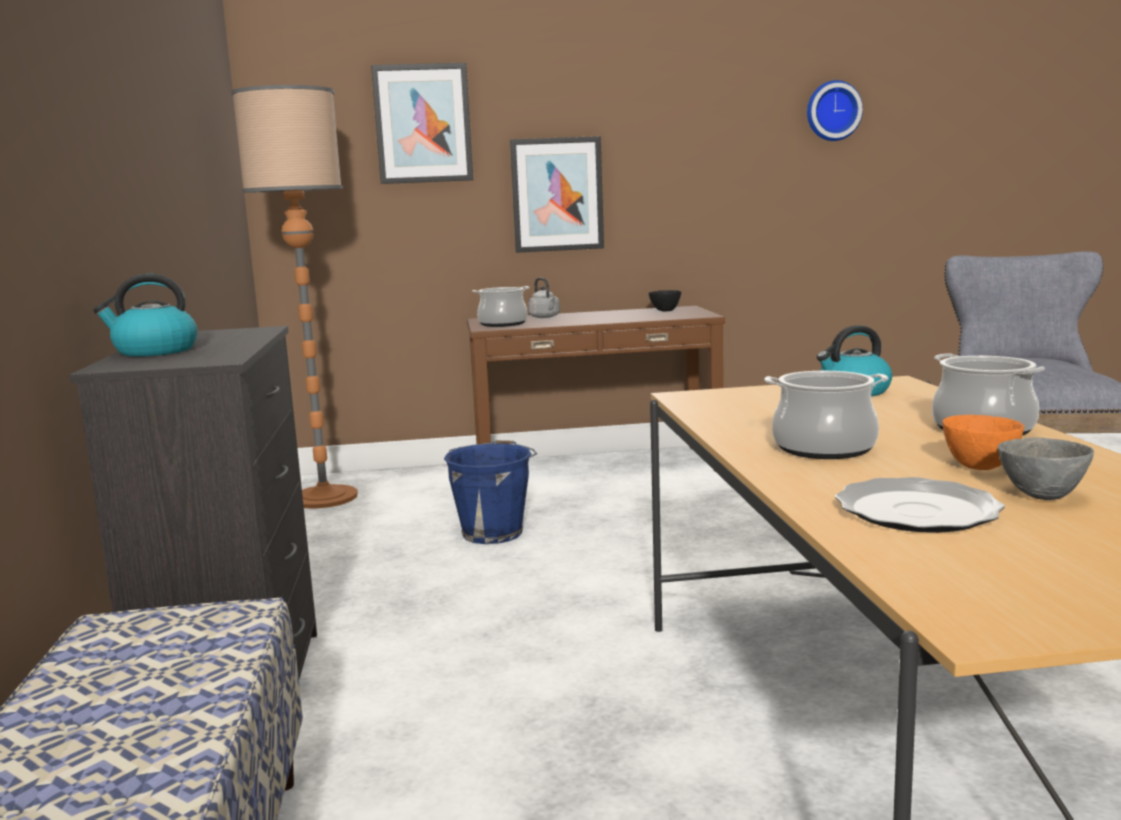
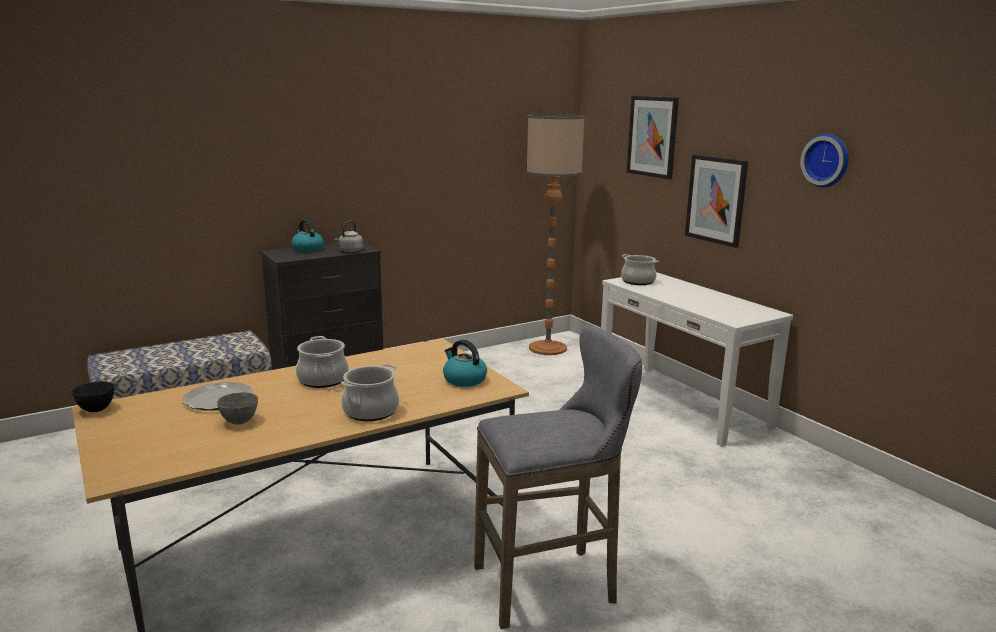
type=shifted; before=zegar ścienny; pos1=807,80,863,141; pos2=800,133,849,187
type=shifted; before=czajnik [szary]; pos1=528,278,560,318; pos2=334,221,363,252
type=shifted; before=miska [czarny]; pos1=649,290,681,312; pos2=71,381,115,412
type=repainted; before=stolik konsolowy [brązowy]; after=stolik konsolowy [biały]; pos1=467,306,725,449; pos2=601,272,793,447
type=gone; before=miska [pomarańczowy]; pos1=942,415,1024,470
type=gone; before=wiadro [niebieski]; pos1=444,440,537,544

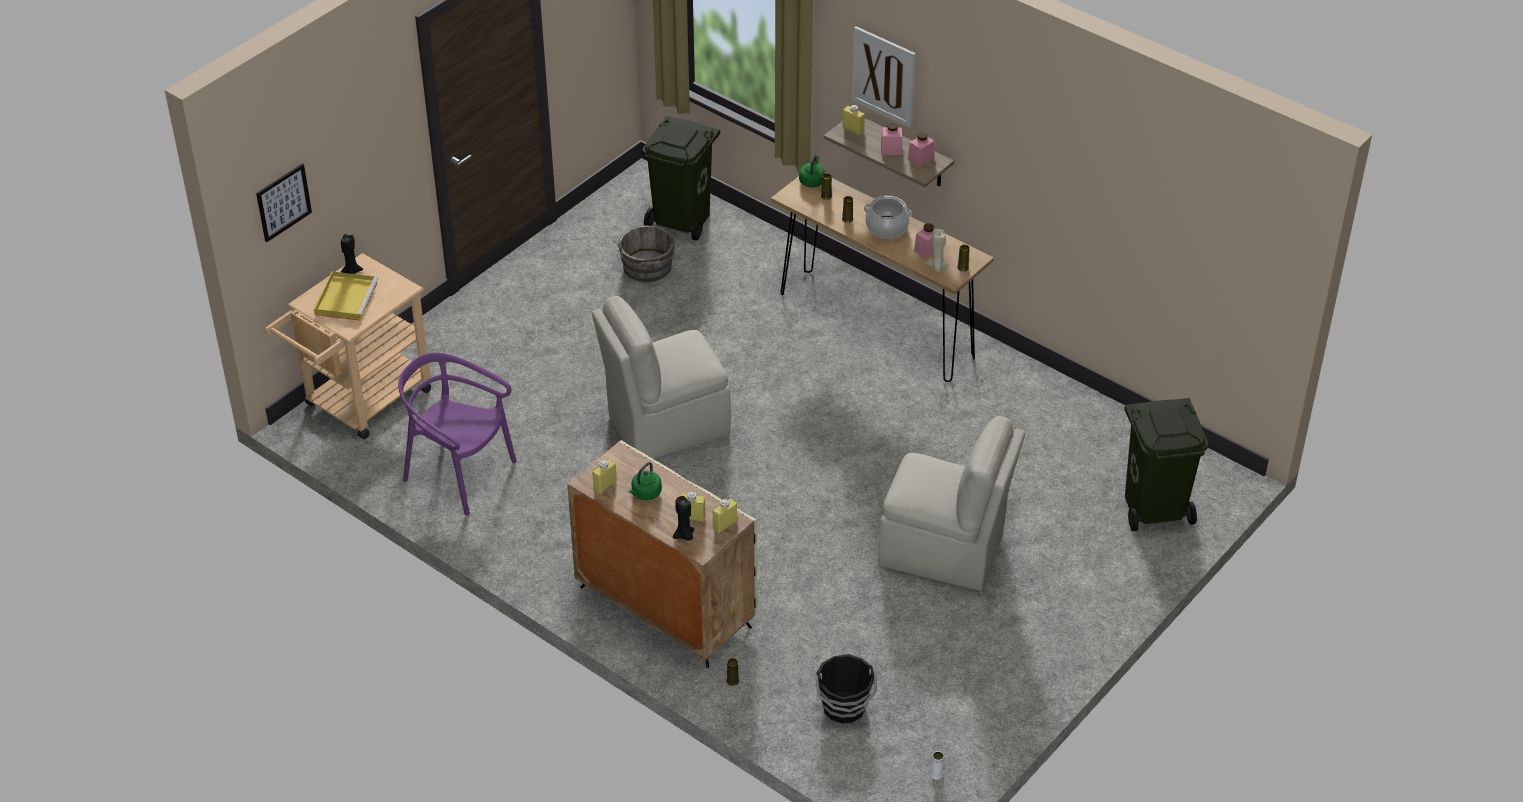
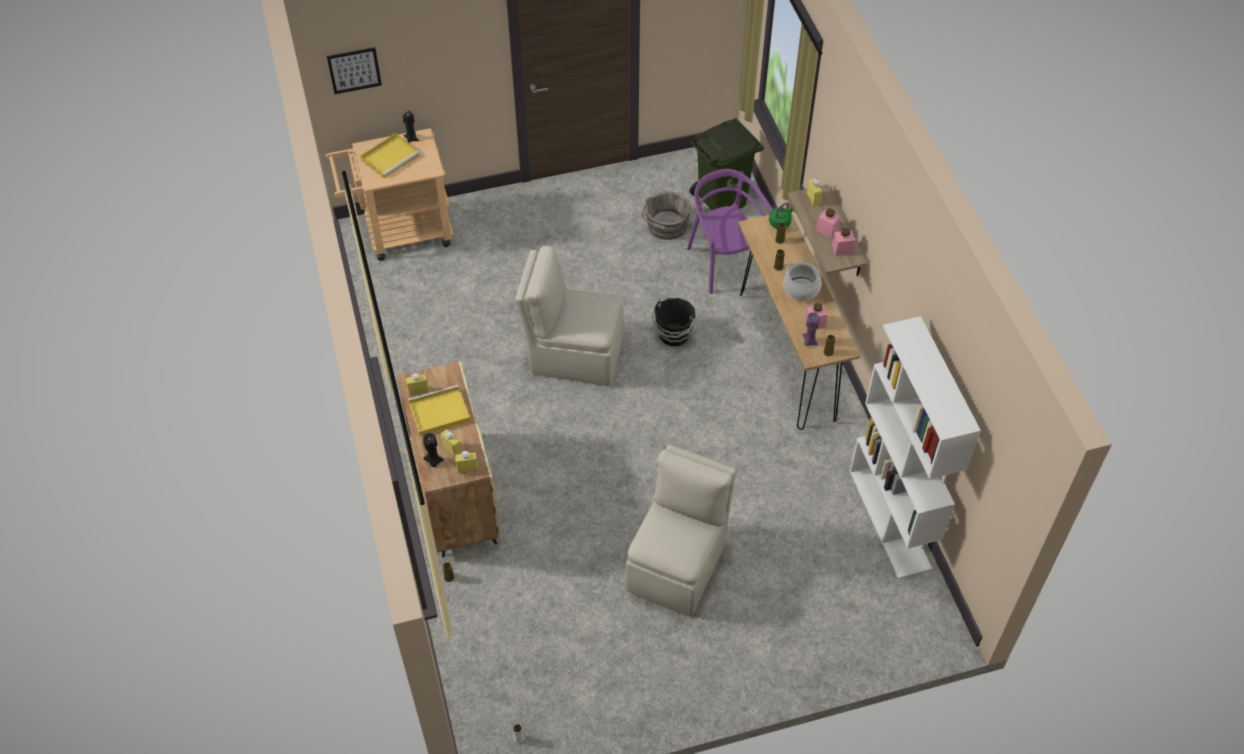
type=gone; before=obraz; pos1=852,26,916,128
type=repainted; before=świeca [beżowy]; after=świeca [fioletowy]; pos1=926,229,948,272; pos2=803,312,820,346
type=shifted; before=krzesło [fioletowy]; pos1=398,353,517,516; pos2=687,169,773,294
type=gone; before=kosz na śmieci [zielony]; pos1=1124,398,1208,531
type=rotated; before=krzesło [beżowy]; pos1=879,416,1025,591; pos2=626,444,736,616; turn=-120
type=swapped; before=czajnik [zielony]; after=taca [żółty]; pos1=629,462,662,500; pos2=408,385,471,436
type=shifted; before=wiadro [czarny]; pos1=816,654,877,723; pos2=651,298,696,346
type=new; after=regał [biały]; pos2=849,316,981,579

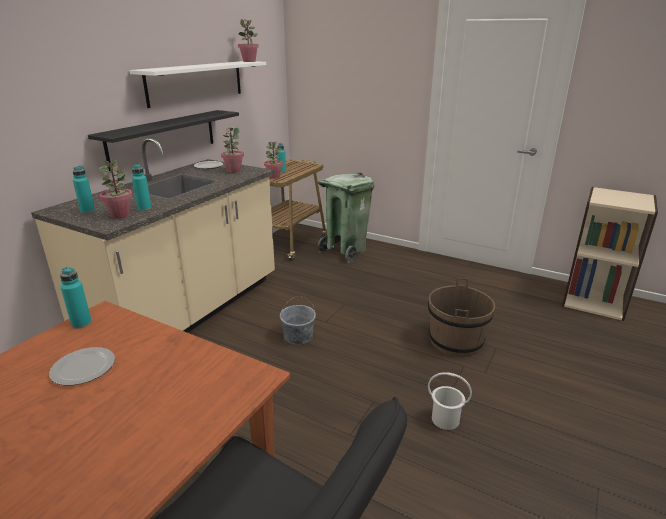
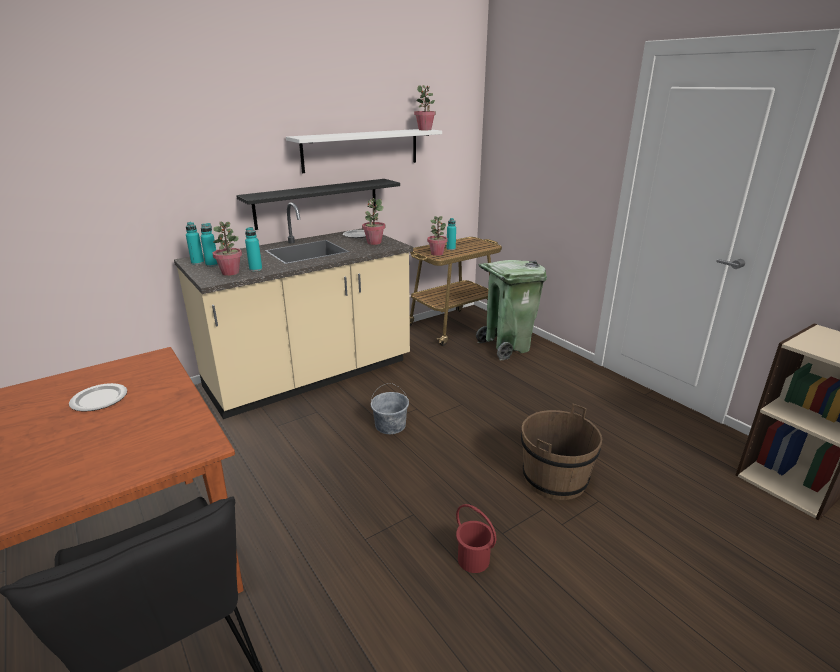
type=shifted; before=butelka [turkusowy]; pos1=60,267,92,329; pos2=186,222,204,265
type=repainted; before=wiadro [biały]; after=wiadro [czerwony]; pos1=428,372,472,430; pos2=456,504,496,573

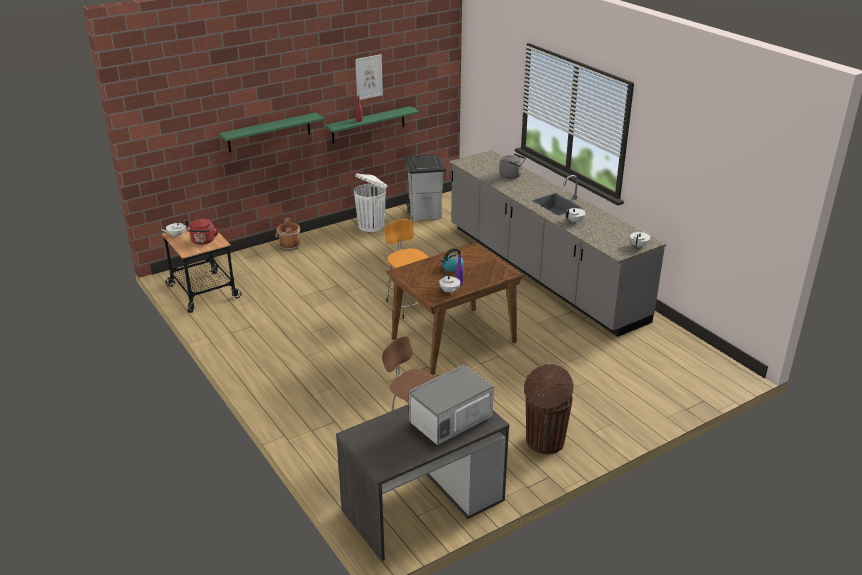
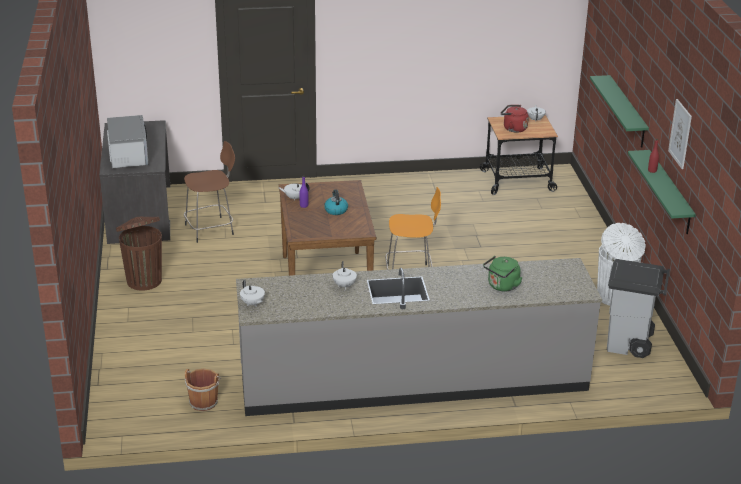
type=repainted; before=czajnik [szary]; after=czajnik [zielony]; pos1=499,153,526,179; pos2=483,256,522,292
type=shifted; before=wiadro [brązowy]; pos1=275,218,300,251; pos2=185,368,221,411

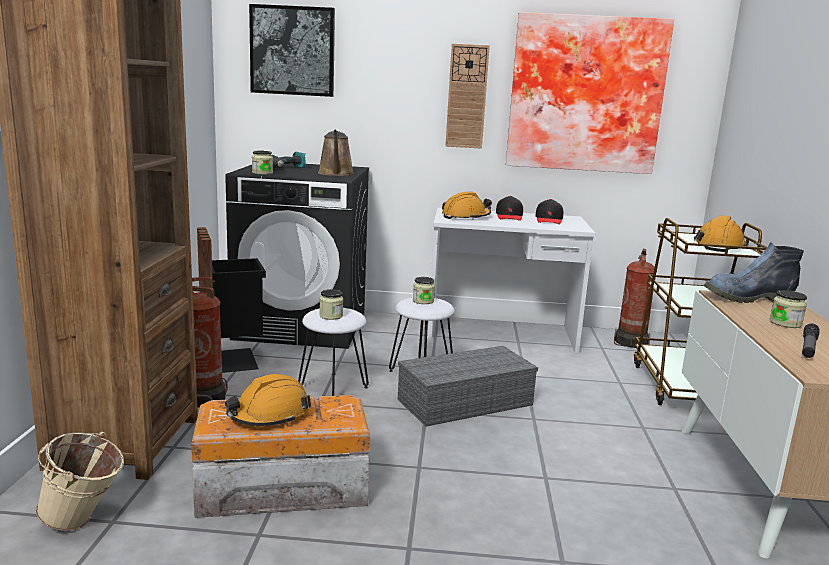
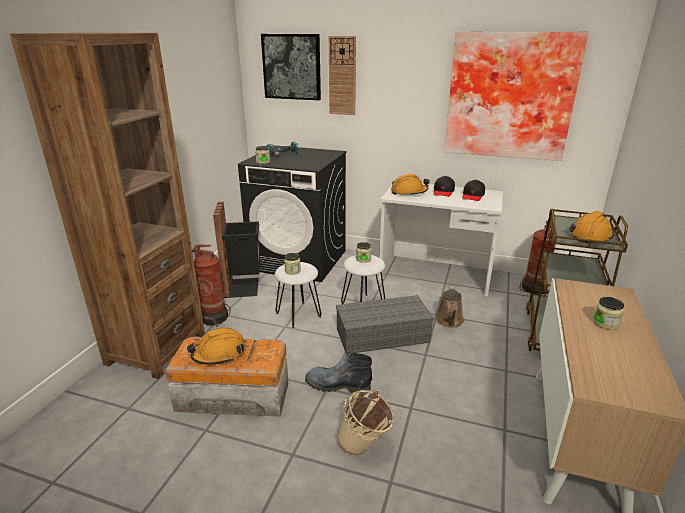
type=shifted; before=zegar ścienny; pos1=445,44,490,149; pos2=329,36,356,115
type=shifted; before=konewka [brązowy]; pos1=318,130,354,176; pos2=435,286,464,328
type=shifted; before=but z cholewką; pos1=703,242,804,303; pos2=305,352,372,393
type=gone; before=latarka; pos1=802,324,820,358
type=shifted; before=wiadro [beżowy]; pos1=36,432,124,531; pos2=337,390,394,455

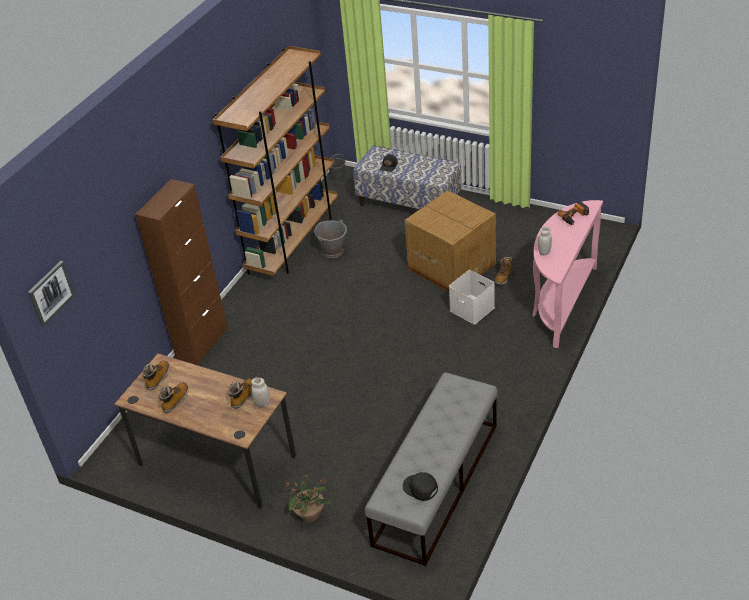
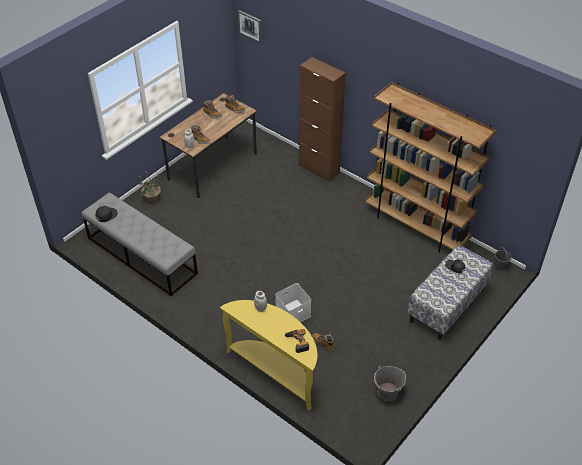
type=gone; before=karton; pos1=404,190,496,292
type=repainted; before=stolik konsolowy [różowy]; after=stolik konsolowy [żółty]; pos1=533,200,603,348; pos2=220,300,317,411
type=shifted; before=wiadro [szary]; pos1=315,219,347,258; pos2=374,366,406,401

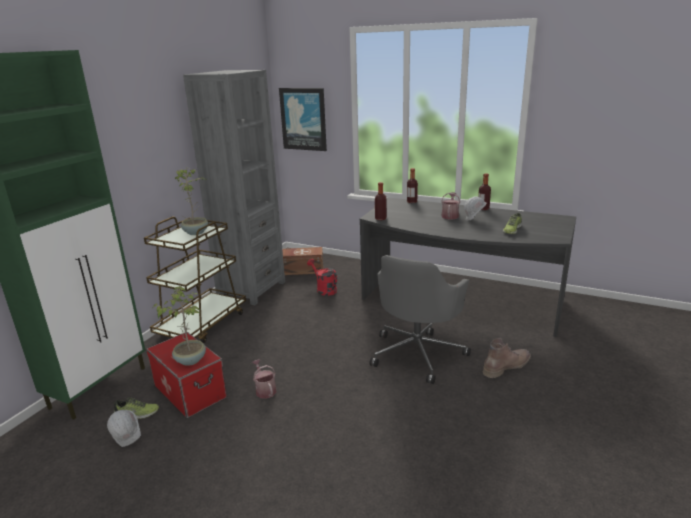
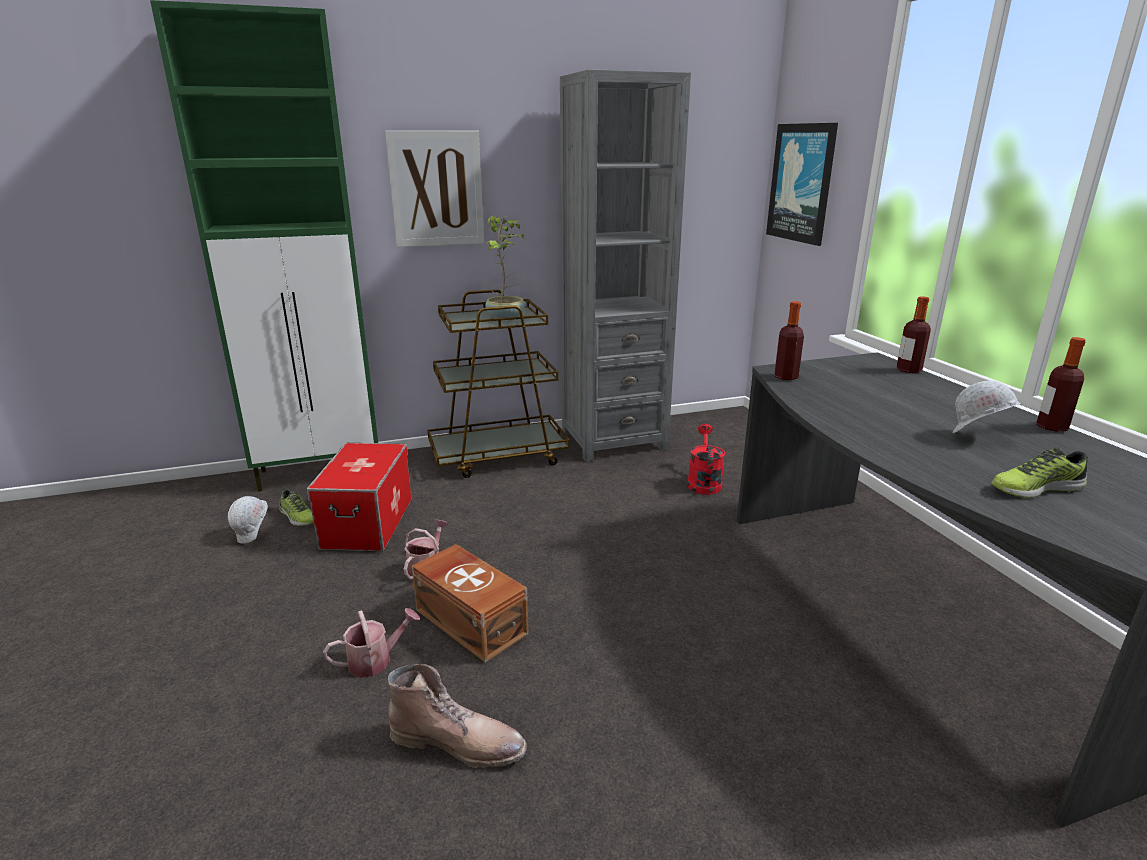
type=shifted; before=konewka; pos1=441,192,460,220; pos2=323,608,420,678
type=shifted; before=pojemnik do przechowywania [brązowy]; pos1=282,247,323,275; pos2=412,544,529,663
type=gone; before=krzesło biurowe [szary]; pos1=370,255,471,384
type=gone; before=roślina doniczkowa; pos1=153,286,206,366
type=shifted; before=but z cholewką [brązowy]; pos1=483,338,531,378; pos2=388,664,527,768
type=new; after=obraz; pos2=385,131,484,247

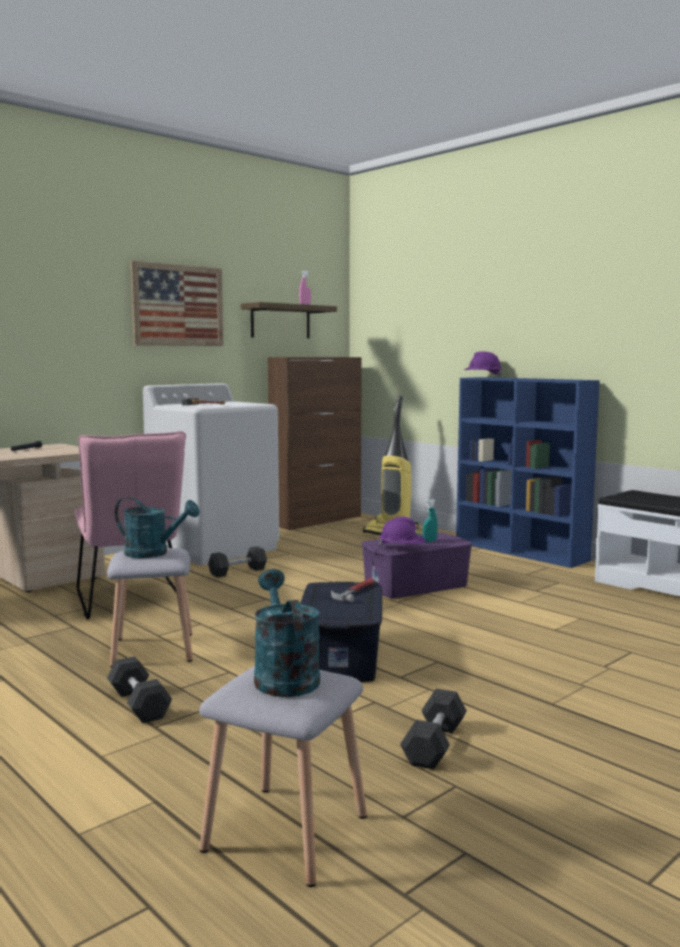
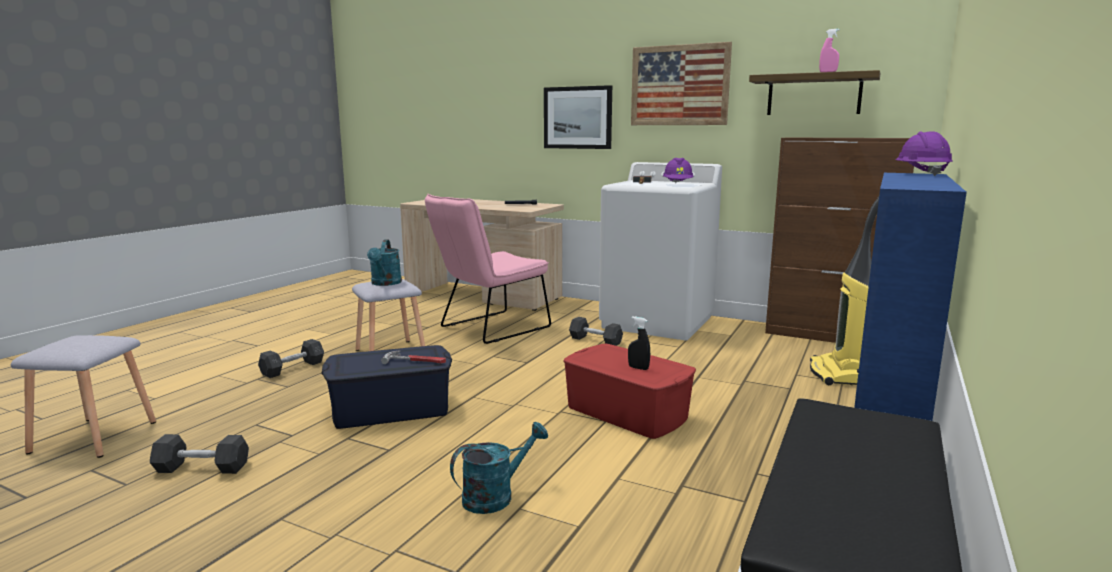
type=repainted; before=spryskiwacz [turkusowy]; after=spryskiwacz [czarny]; pos1=423,499,438,543; pos2=628,316,650,370
type=shifted; before=kask [fioletowy]; pos1=379,517,426,547; pos2=663,158,694,183
type=repainted; before=pojemnik do przechowywania [fioletowy]; after=pojemnik do przechowywania [czerwony]; pos1=361,532,473,599; pos2=563,344,696,439
type=shifted; before=konewka [turkusowy]; pos1=254,569,320,697; pos2=450,422,548,514
type=new; after=obraz; pos2=544,85,612,149

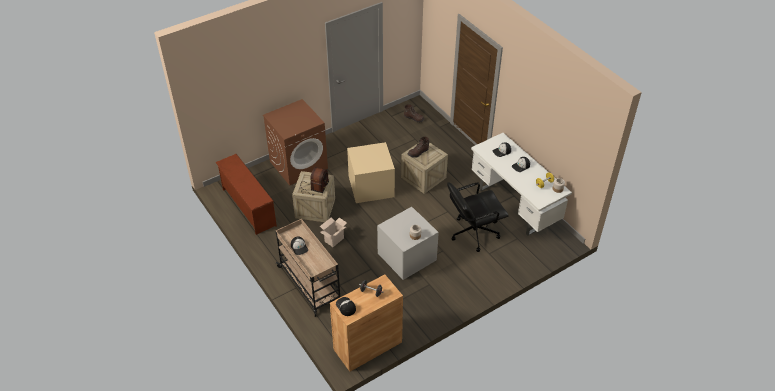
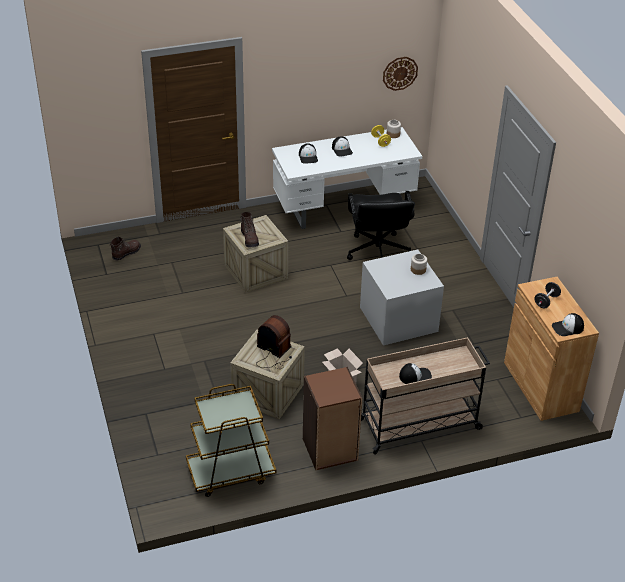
type=gone; before=pralka [brązowy]; pos1=263,99,328,186
type=gone; before=pojemnik do przechowywania [beżowy]; pos1=347,142,395,203
type=swapped; before=regał na buty [brązowy]; after=wózek [brązowy]; pos1=215,154,277,235; pos2=186,384,276,497
type=new; after=zegar ścienny; pos2=383,57,418,91
type=new; after=regał [brązowy]; pos2=303,367,362,470

